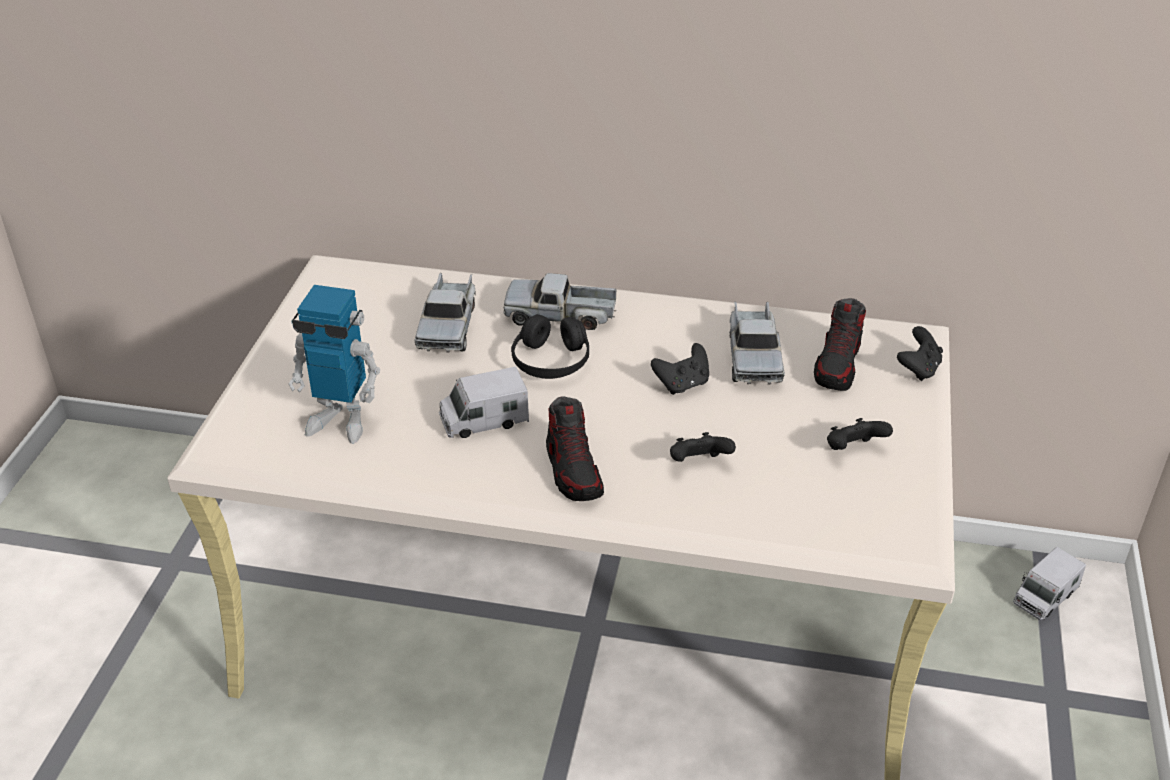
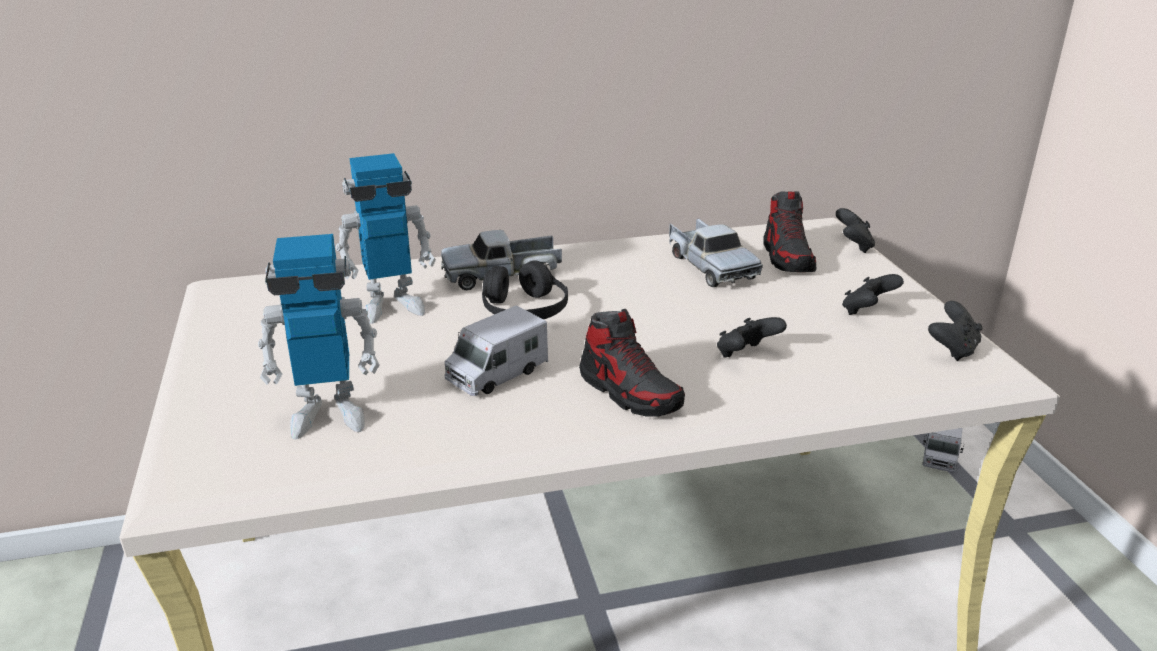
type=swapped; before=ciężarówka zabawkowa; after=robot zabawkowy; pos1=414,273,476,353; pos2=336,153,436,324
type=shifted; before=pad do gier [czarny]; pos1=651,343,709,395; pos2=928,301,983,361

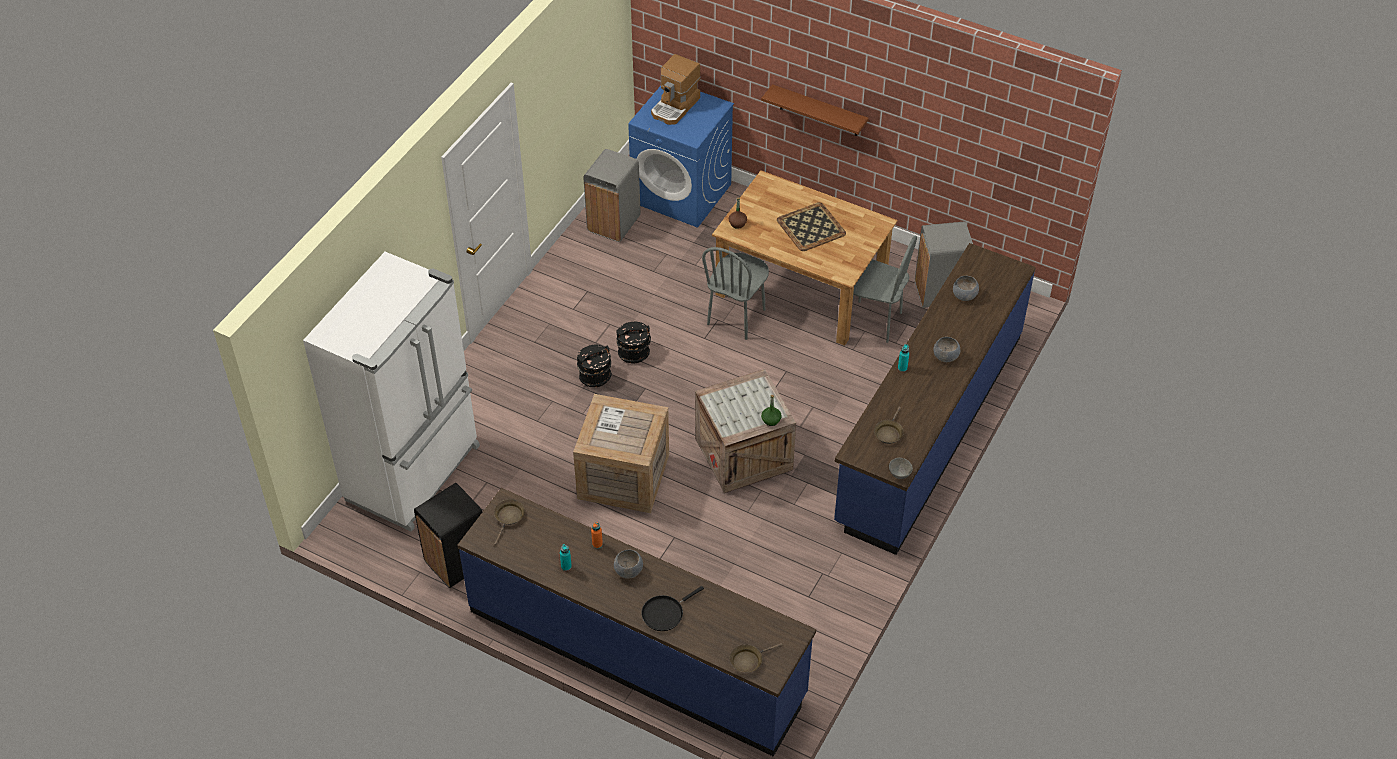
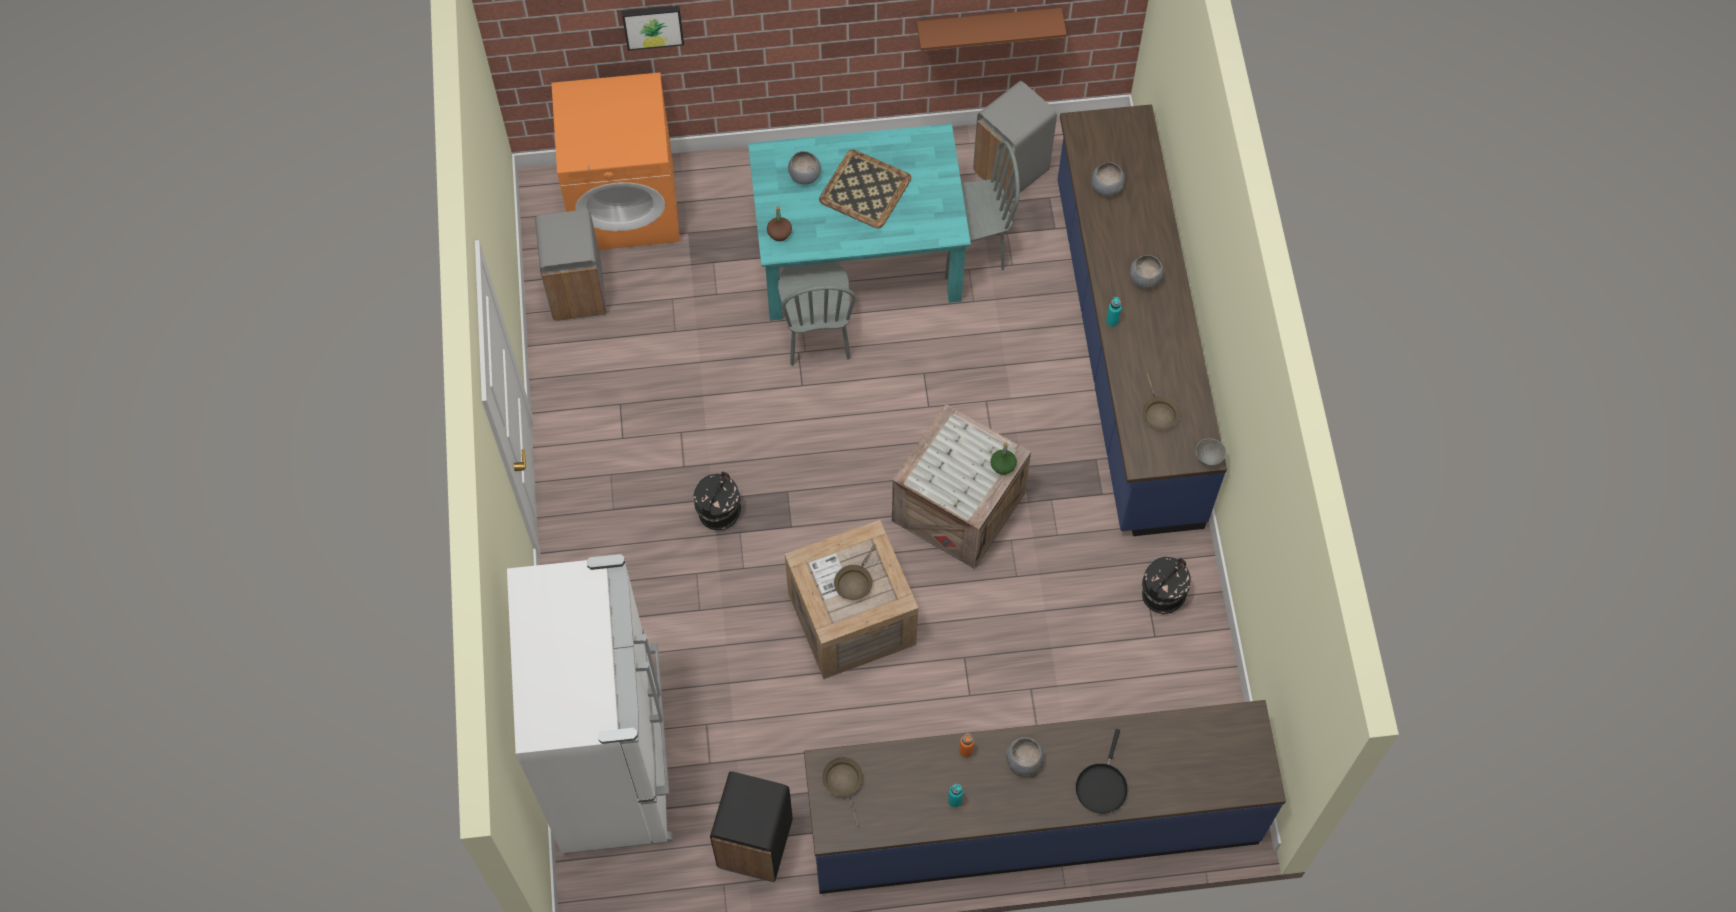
type=gone; before=ekspres do kawy; pos1=651,54,700,125
type=shifted; before=półka [brązowy]; pos1=761,84,869,136; pos2=917,8,1067,51
type=repainted; before=pralka [niebieski]; after=pralka [pomarańczowy]; pos1=628,86,734,228; pos2=551,72,680,250
type=repainted; before=stół jadalny [brązowy]; after=stół jadalny [turkusowy]; pos1=712,170,897,346; pos2=748,124,971,321
type=shifted; before=wiadro [czarny]; pos1=616,322,651,364; pos2=1142,557,1191,614
type=shifted; before=patelnia [brązowy]; pos1=729,643,782,673; pos2=834,544,876,600
type=new; after=obraz; pos2=622,6,684,51
type=new; after=miska [szary]; pos2=788,151,821,184

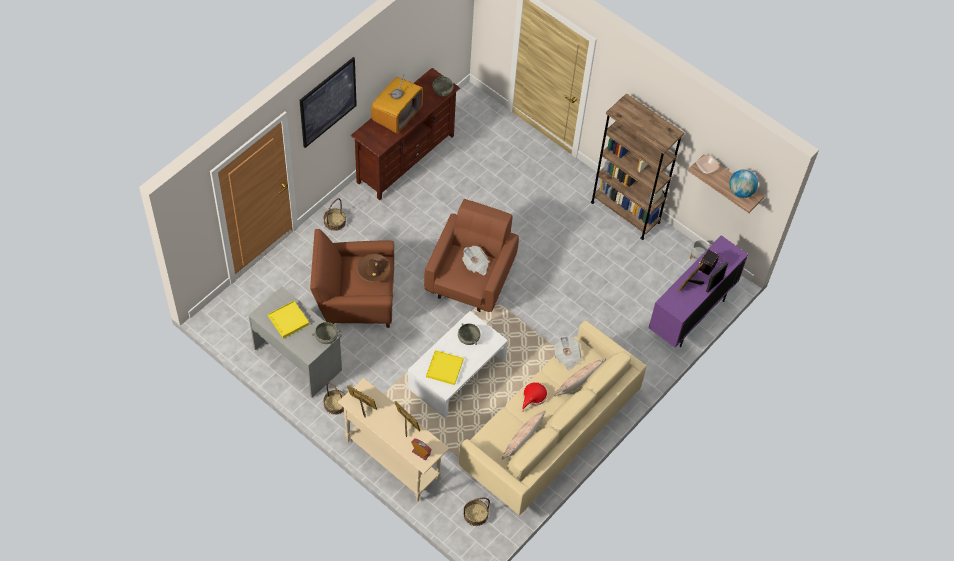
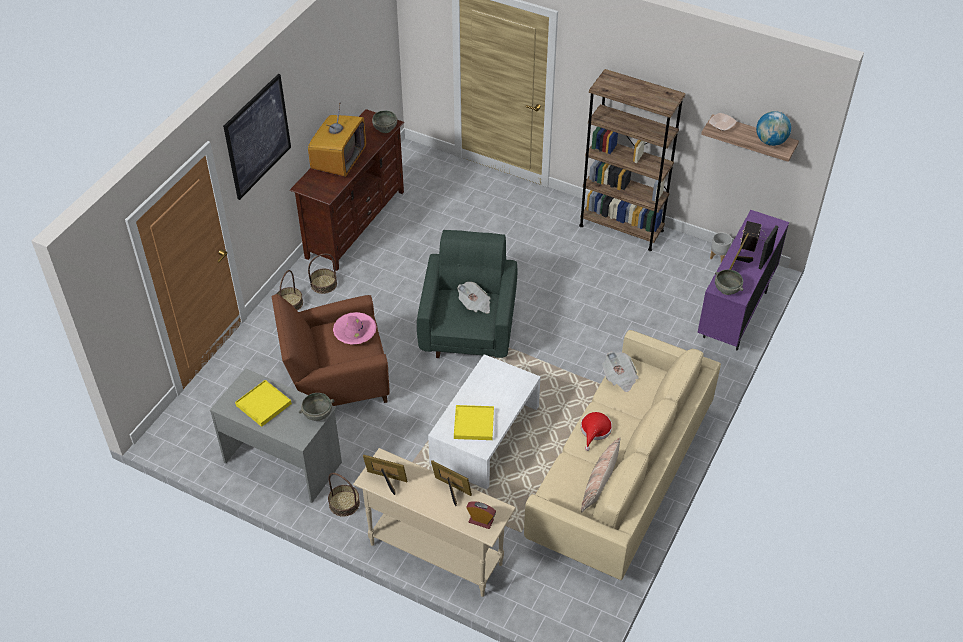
type=repainted; before=fotel [brązowy]; after=fotel [zielony]; pos1=424,199,519,312; pos2=417,230,517,358
type=repainted; before=kapelusz [brązowy]; after=kapelusz [różowy]; pos1=357,254,391,283; pos2=333,312,377,345
type=shifted; before=miska [szary]; pos1=458,323,480,345; pos2=715,269,743,295
type=gone; before=poduszka; pos1=554,359,606,396
type=shifted; before=koszyk; pos1=464,498,490,526; pos2=308,253,337,294

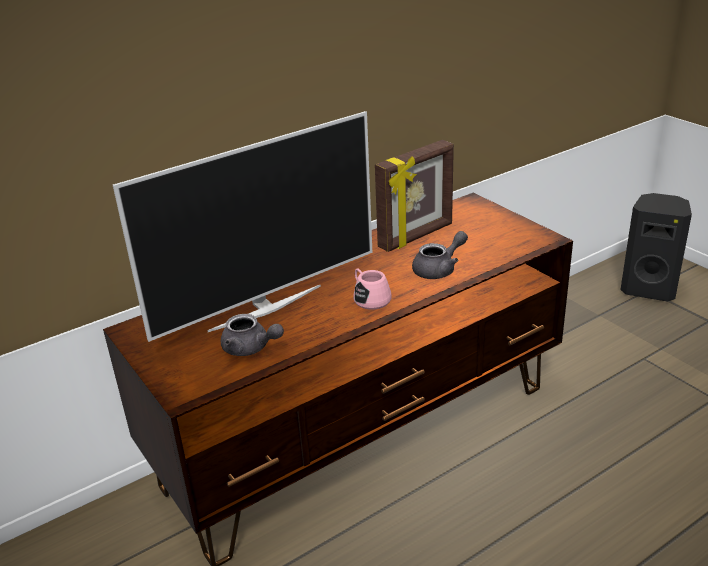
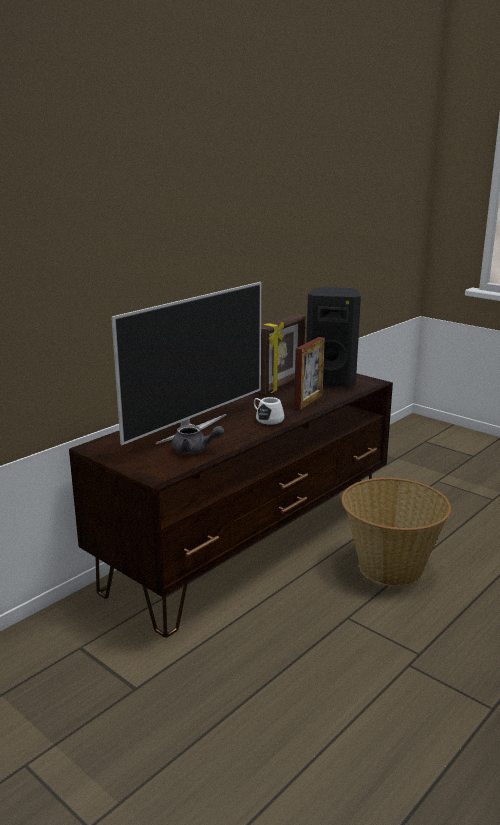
type=shifted; before=głośnik [czarny]; pos1=620,193,692,302; pos2=307,287,361,387
type=swapped; before=imbryk [szary]; after=ramka na zdjęcie; pos1=412,231,468,279; pos2=294,337,325,410
type=repainted; before=kubek [różowy]; after=kubek [biały]; pos1=353,269,392,310; pos2=254,397,284,425
type=new; after=koszyk; pos2=341,478,451,586

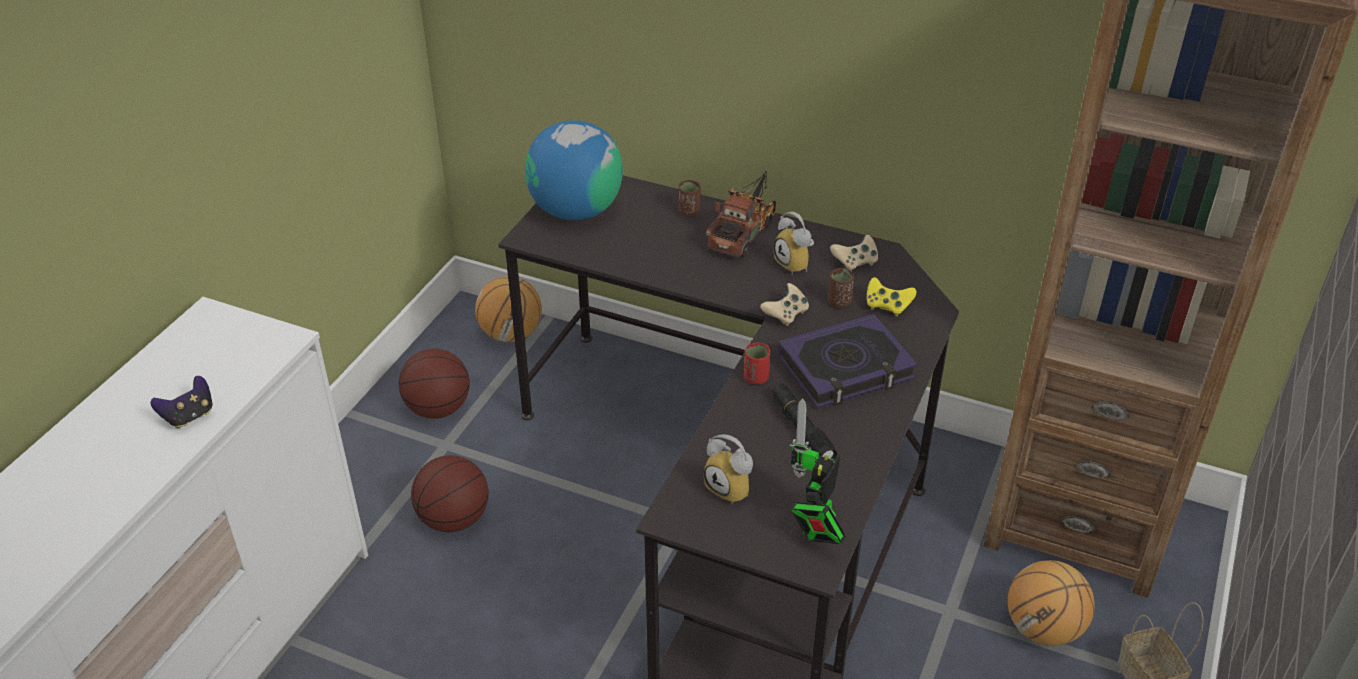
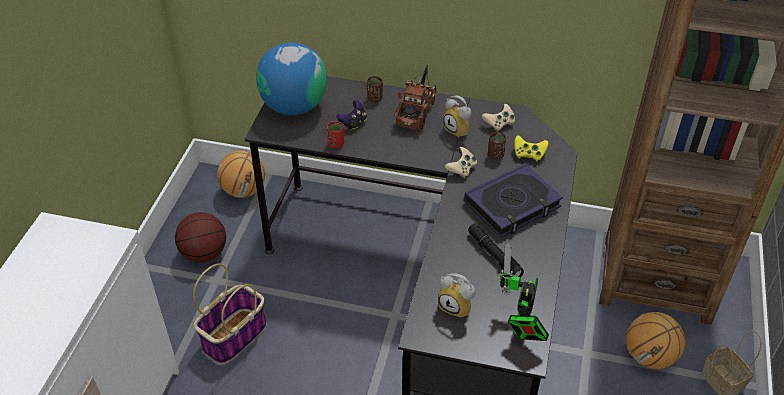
type=shifted; before=filiżanka [czerwony]; pos1=744,343,770,384; pos2=327,121,344,148
type=shifted; before=pad do gier; pos1=150,376,213,429; pos2=336,100,367,131
type=swapped; before=piłka do koszykówki; after=koszyk; pos1=411,455,488,532; pos2=193,264,267,364

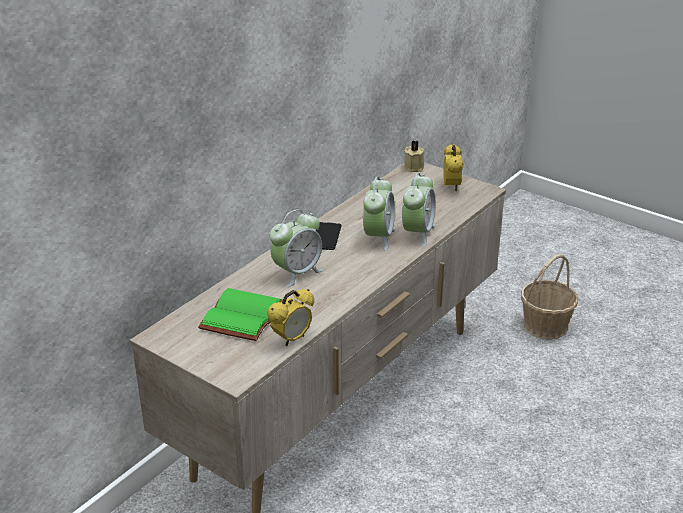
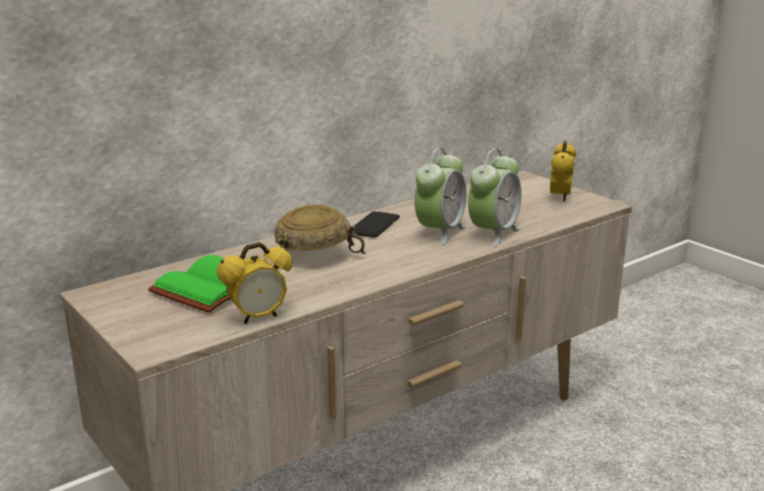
type=gone; before=świeca [beżowy]; pos1=404,140,424,172
type=swapped; before=budzik; after=miska [beżowy]; pos1=269,210,324,287; pos2=275,205,366,270
type=gone; before=koszyk; pos1=521,254,578,339

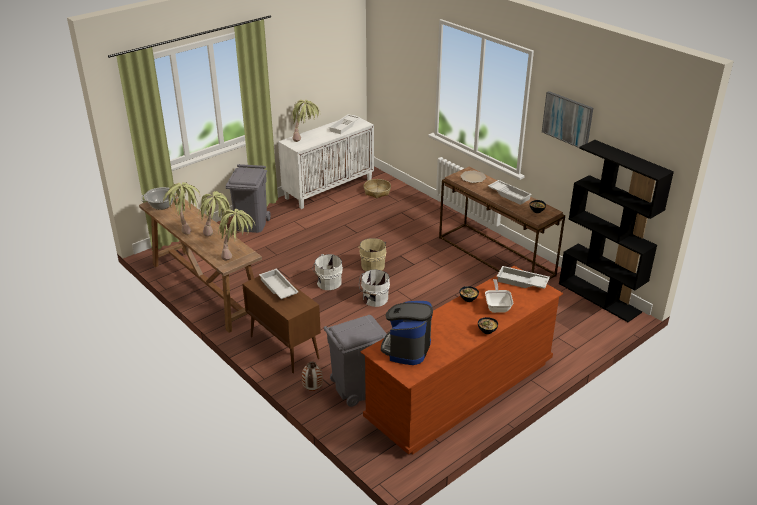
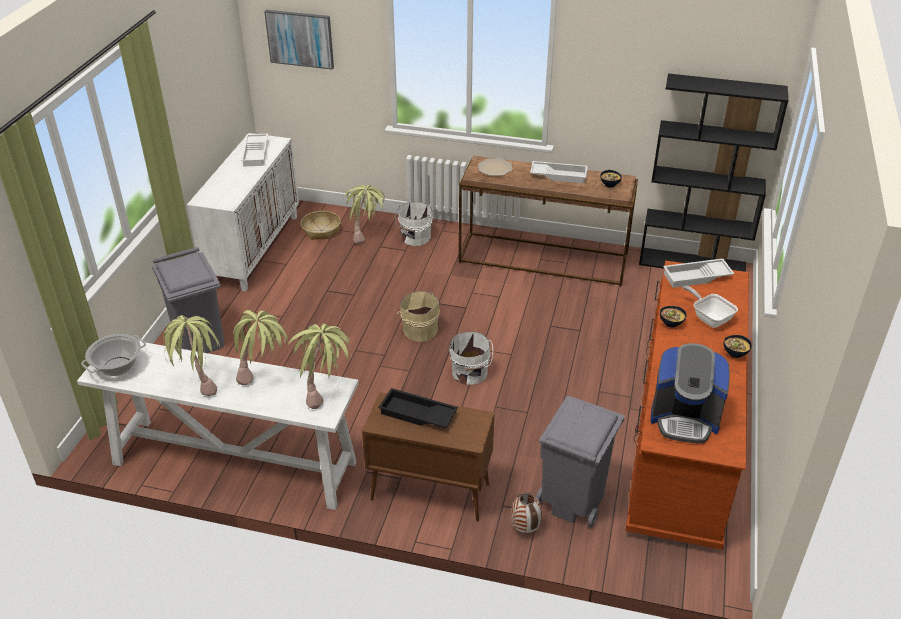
type=shifted; before=obraz; pos1=542,91,593,148; pos2=264,10,334,70
type=shifted; before=roślina doniczkowa; pos1=291,100,321,142; pos2=343,185,386,244
type=repainted; before=stolik konsolowy [brązowy]; after=stolik konsolowy [biały]; pos1=139,193,262,333; pos2=77,341,359,510
type=shifted; before=wiadro [biały]; pos1=312,254,343,290; pos2=395,202,433,246
type=repainted; before=taca [biały]; after=taca [czarny]; pos1=259,269,298,299; pos2=379,388,458,428
type=rotated; before=ekspres do kawy; pos1=381,301,433,365; pos2=651,343,730,443; turn=-60

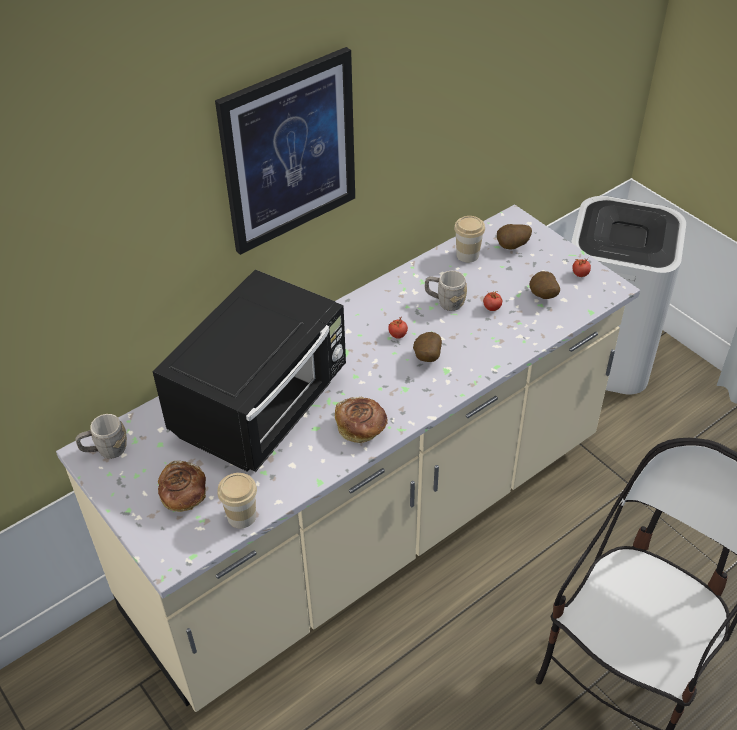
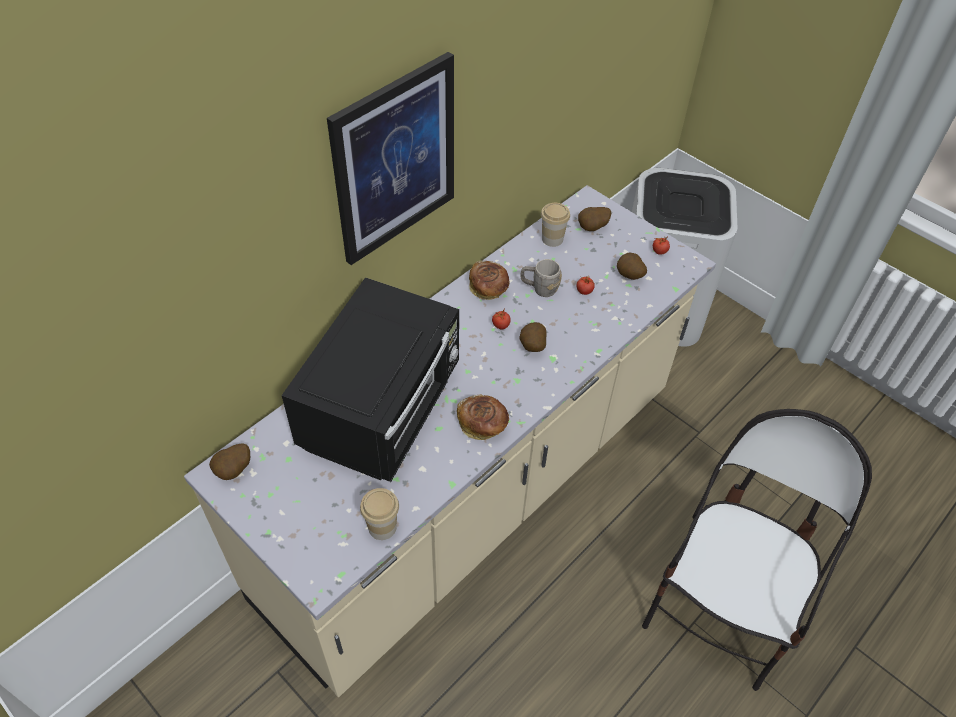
type=swapped; before=kubek [szary]; after=ziemniak; pos1=76,414,127,459; pos2=209,443,250,480
type=shifted; before=chleb; pos1=158,461,206,512; pos2=469,261,510,300

